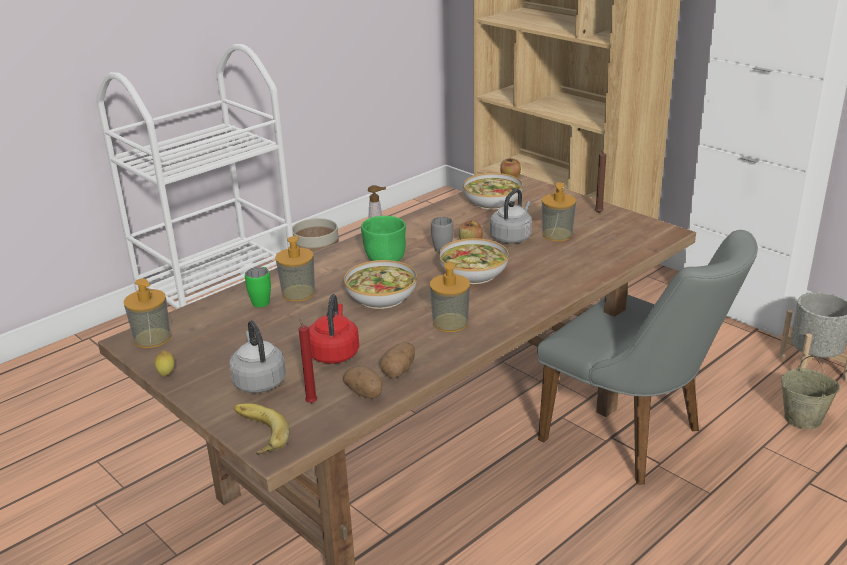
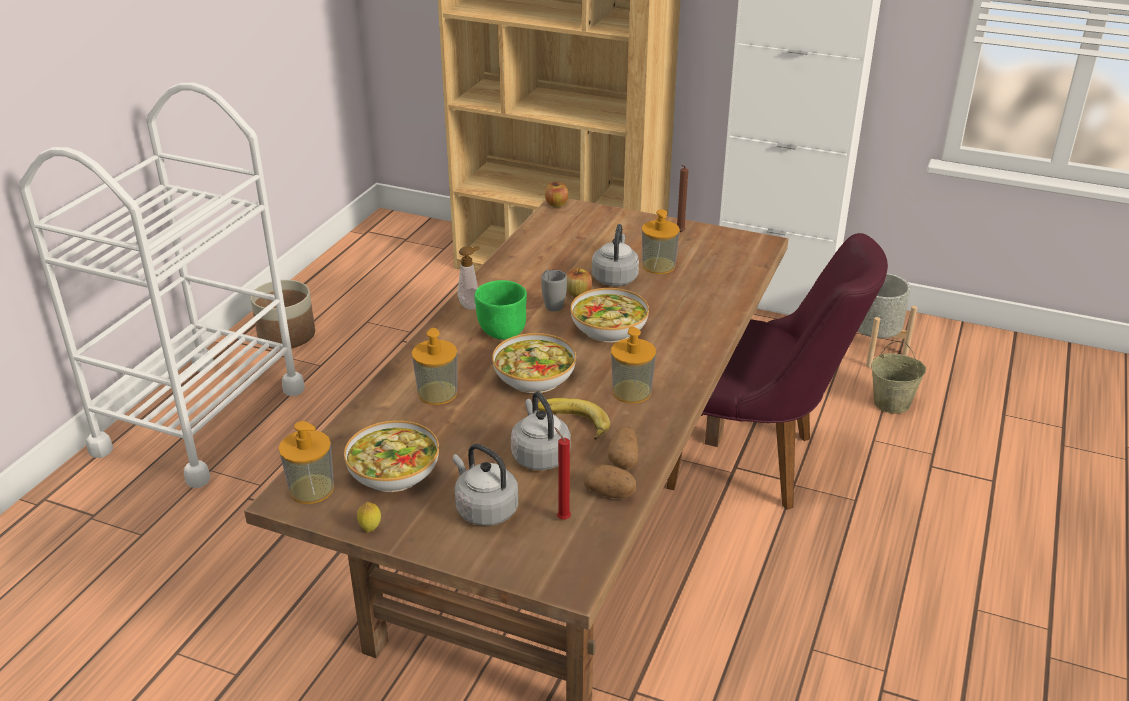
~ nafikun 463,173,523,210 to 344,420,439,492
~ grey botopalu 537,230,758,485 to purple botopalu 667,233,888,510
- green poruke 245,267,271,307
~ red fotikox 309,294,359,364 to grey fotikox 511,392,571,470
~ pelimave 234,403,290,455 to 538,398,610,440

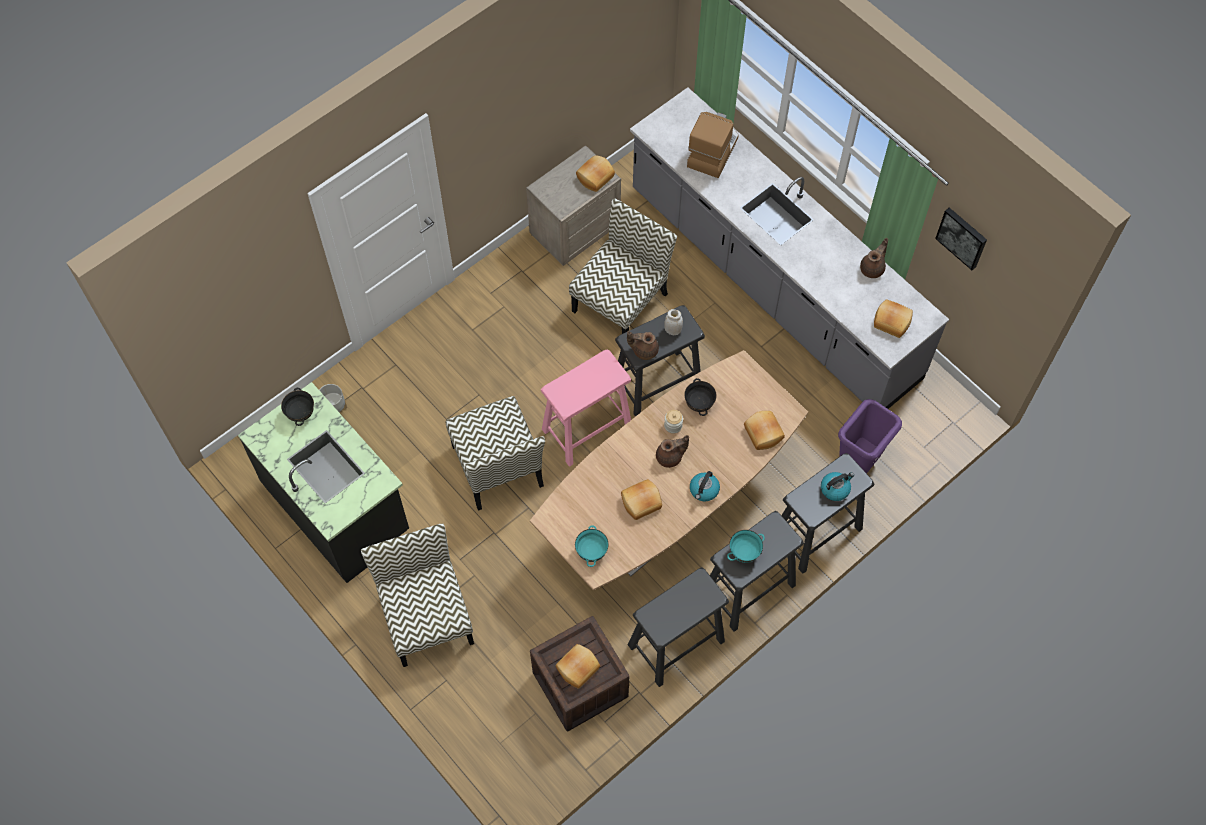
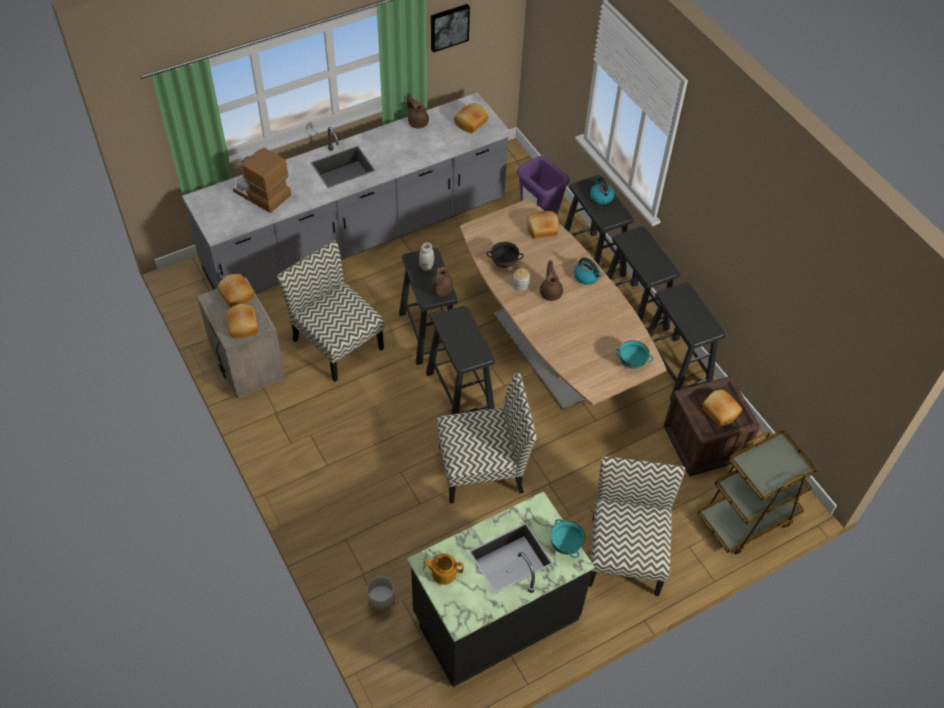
~ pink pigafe 541,349,631,466 to black pigafe 426,306,495,415
~ black nafikun 281,388,314,426 to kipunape 423,553,464,585
~ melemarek 621,479,662,520 to 226,304,258,339
~ botopalu 361,523,474,667 = 588,456,685,596 105 degrees clockwise
~ turquoise nafikun 727,530,765,563 to 550,519,585,558
+ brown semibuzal 697,429,818,555

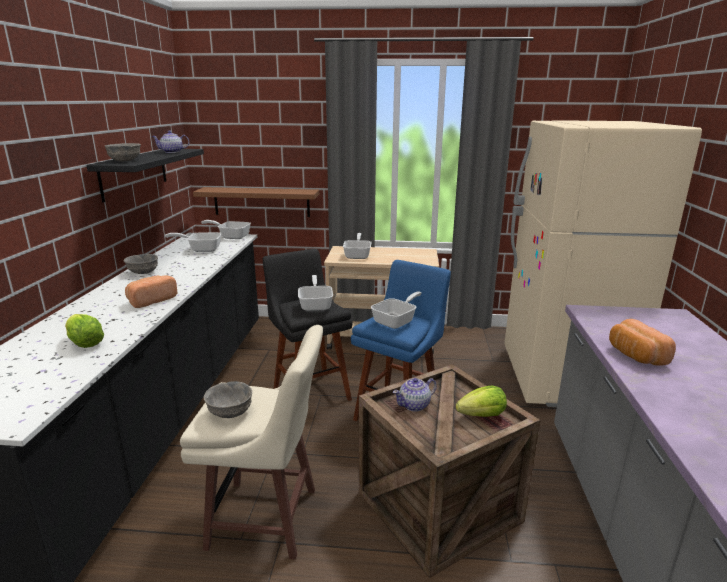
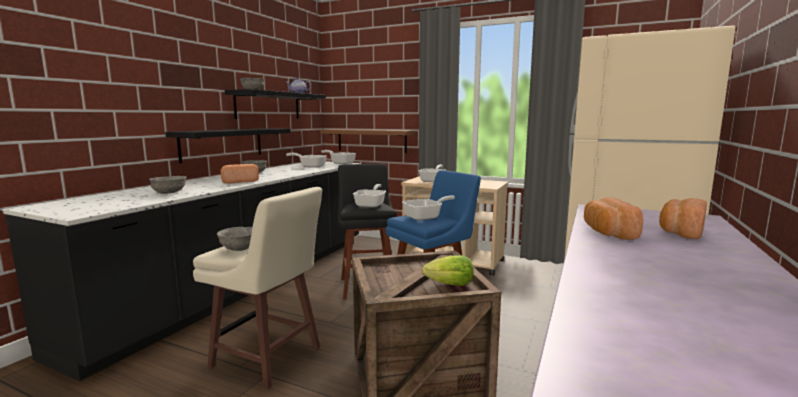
~ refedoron 65,314,104,348 to grey nafikun 149,176,187,194
- kipunape 393,378,437,412
+ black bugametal 165,128,291,163
+ melemarek 659,198,707,239

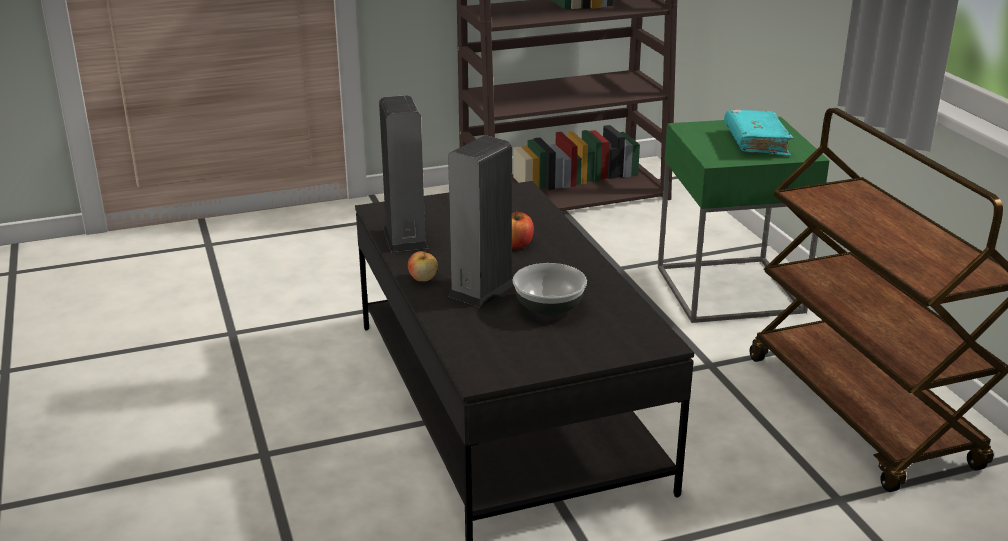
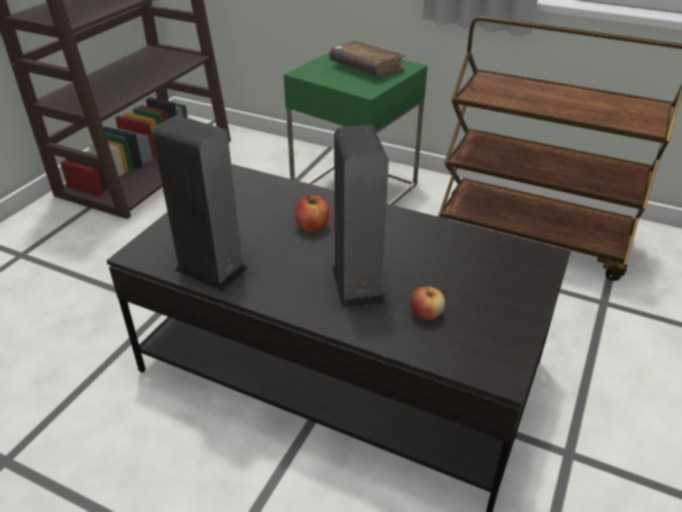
~ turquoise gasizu 724,109,794,156 to brown gasizu 329,41,406,77
~ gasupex 408,250,438,281 to 410,285,445,320
- nafikun 512,263,587,316

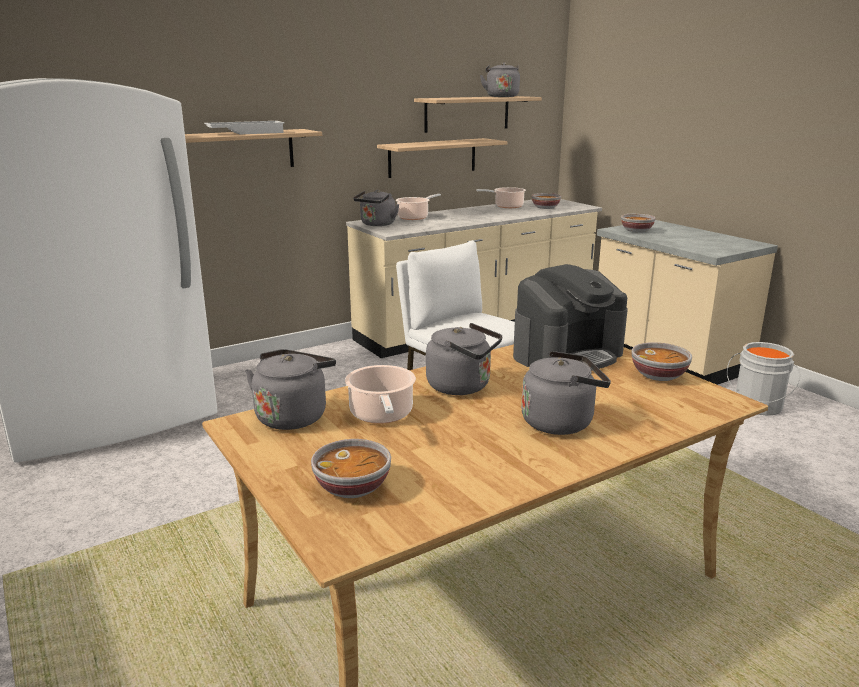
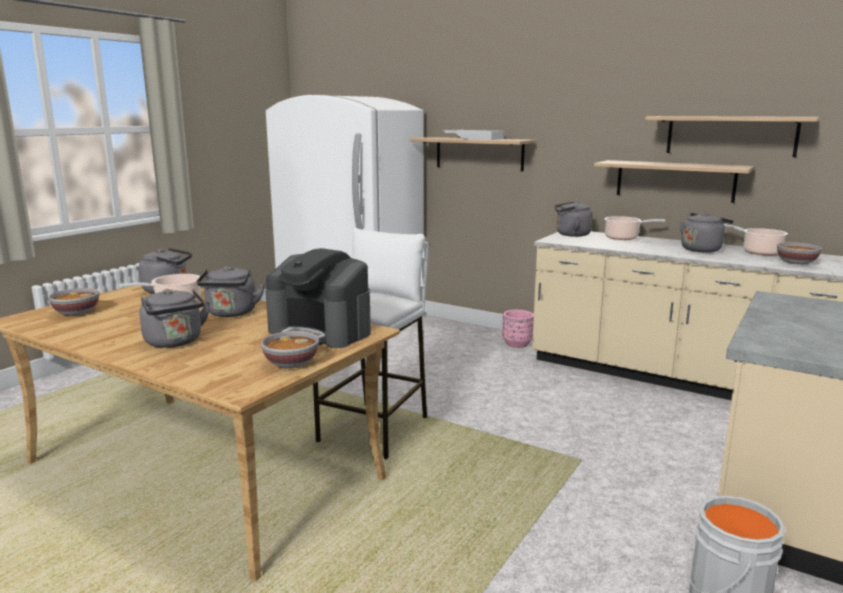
~ grey fotikox 480,63,520,97 to 680,213,733,252
- nafikun 621,214,656,232
+ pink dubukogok 502,310,534,348

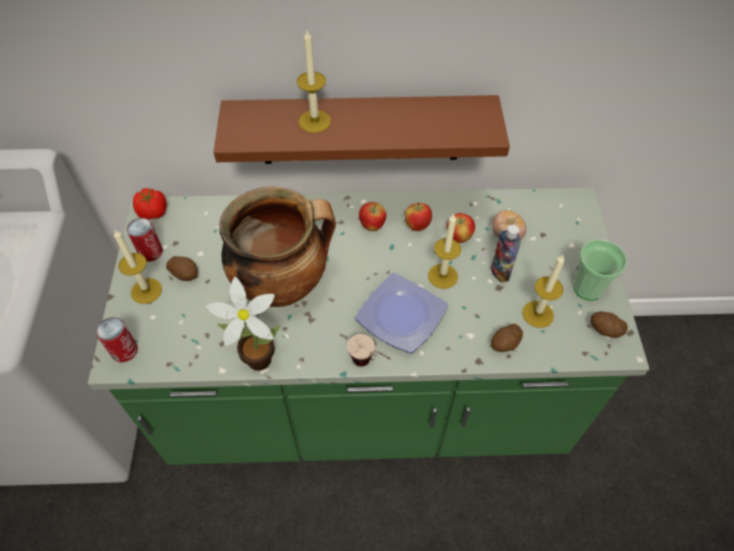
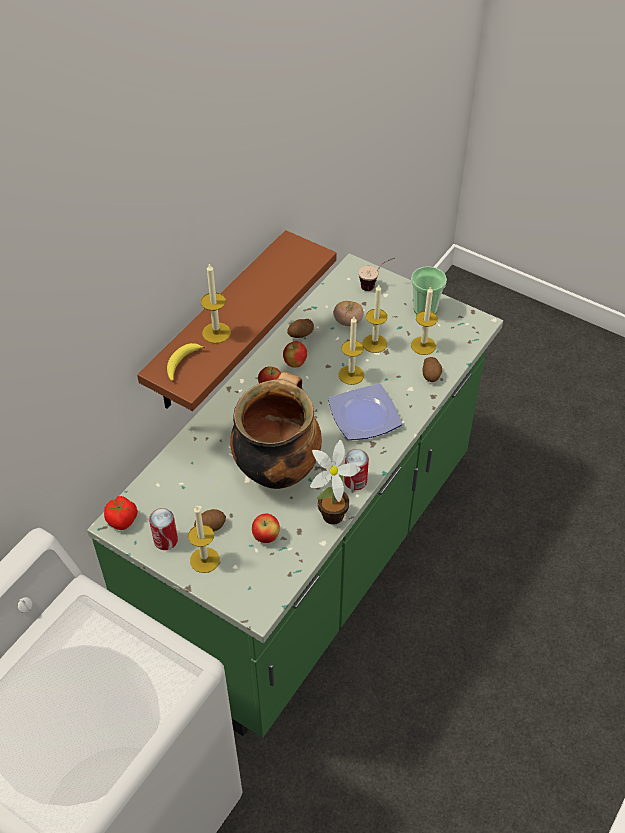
~ gasupex 447,213,475,243 to 252,514,280,543
~ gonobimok 491,224,520,283 to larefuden 362,285,388,353
~ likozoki 590,312,628,338 to 287,319,314,338
~ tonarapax 96,317,138,362 to 344,449,369,490
~ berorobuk 347,334,391,366 to 359,258,394,291
+ pelimave 167,343,206,381

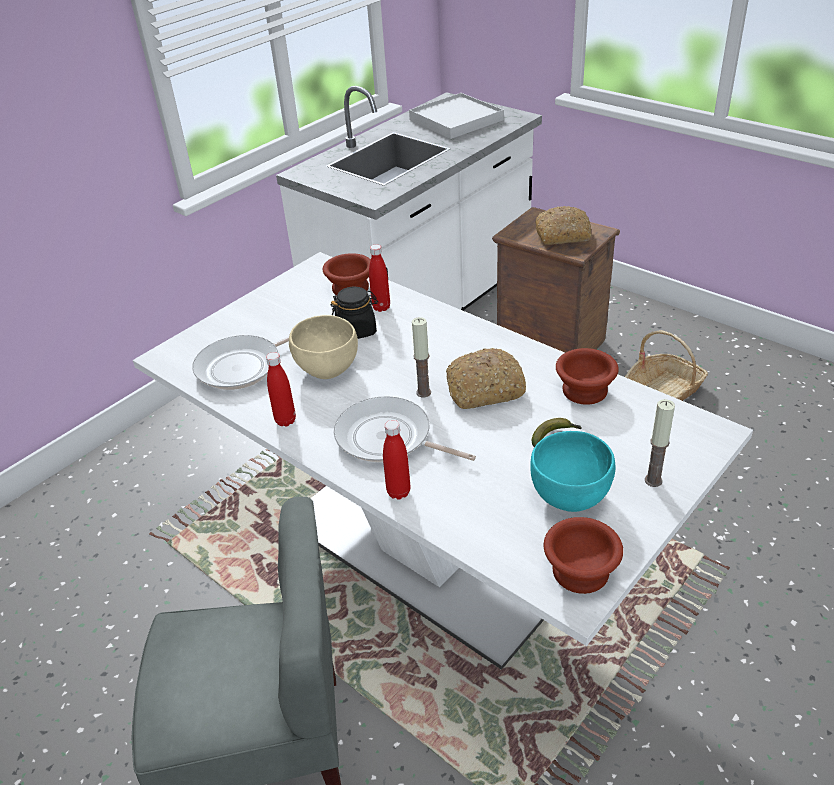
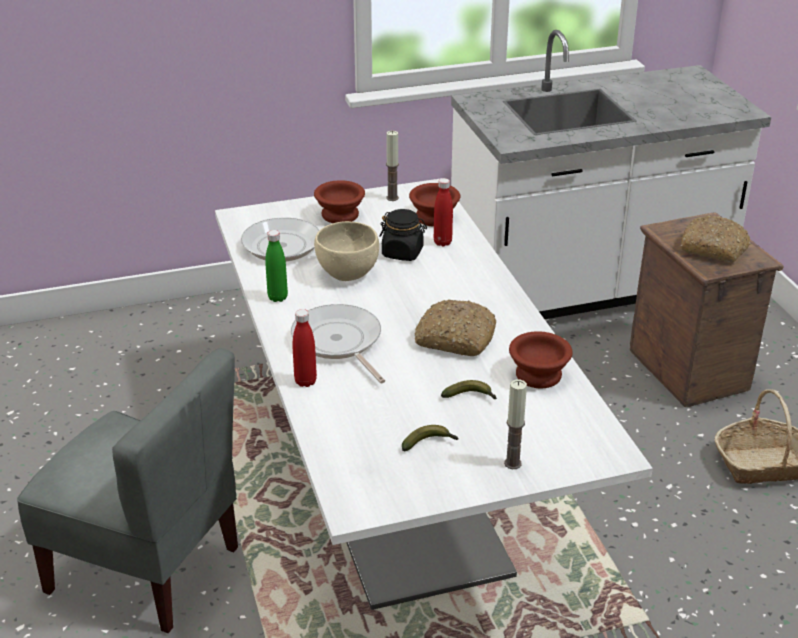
- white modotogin 409,93,504,139
~ larefuden 412,317,431,397 to 386,131,399,201
~ red gonobimok 266,352,296,426 to green gonobimok 265,230,288,302
~ turquoise nafikun 530,431,616,512 to pelimave 402,425,458,451
~ brown nafikun 544,517,623,594 to 314,180,365,223

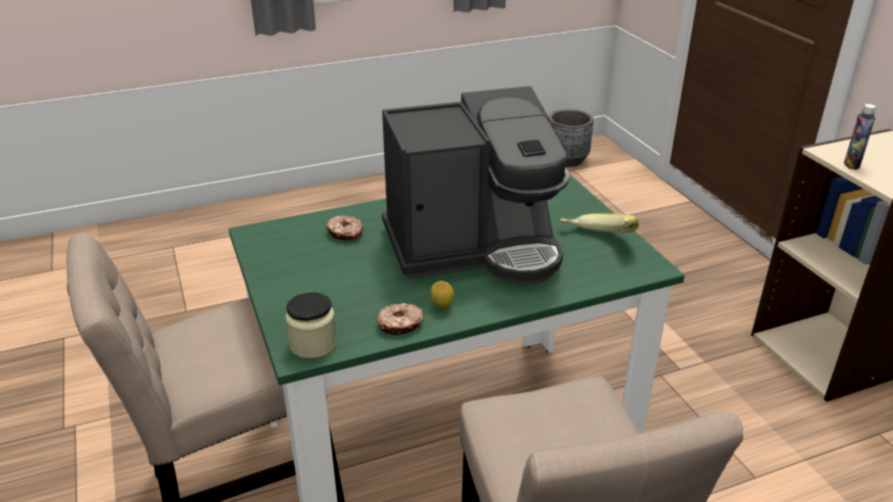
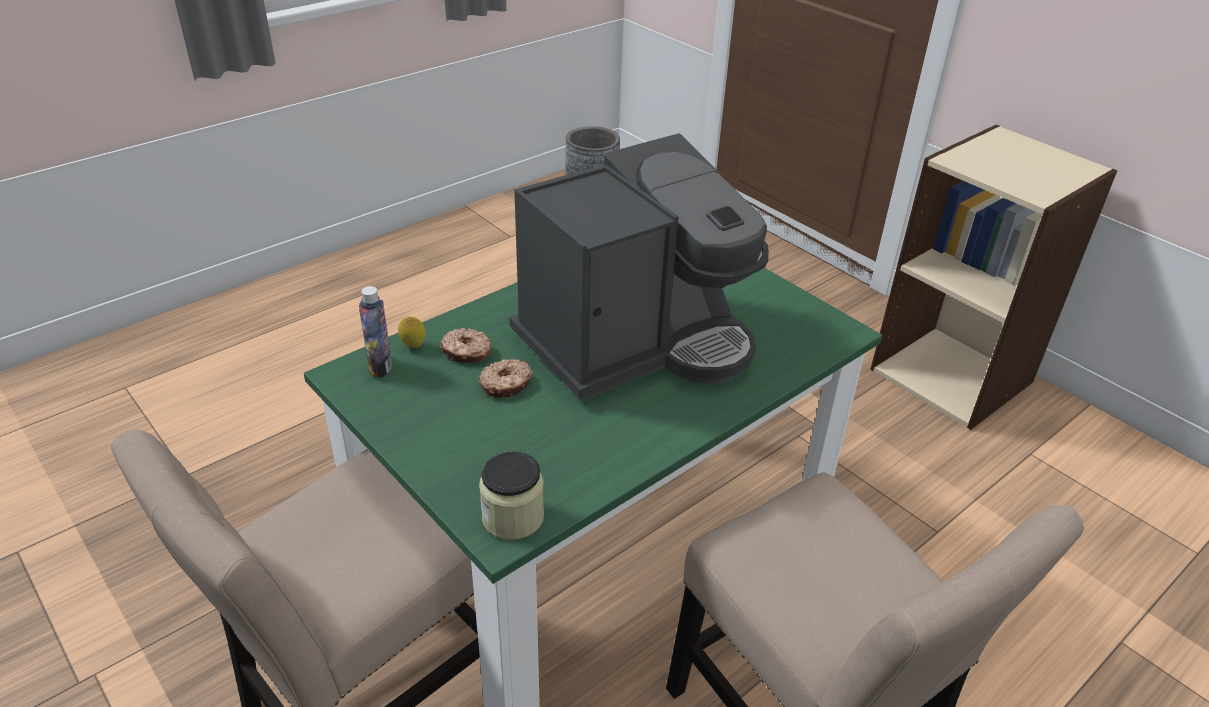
~ gonobimok 844,104,876,170 to 359,286,392,377
- pelimave 560,213,638,233
~ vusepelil 431,281,454,309 to 398,317,425,348
~ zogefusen 377,303,424,335 to 479,359,533,398

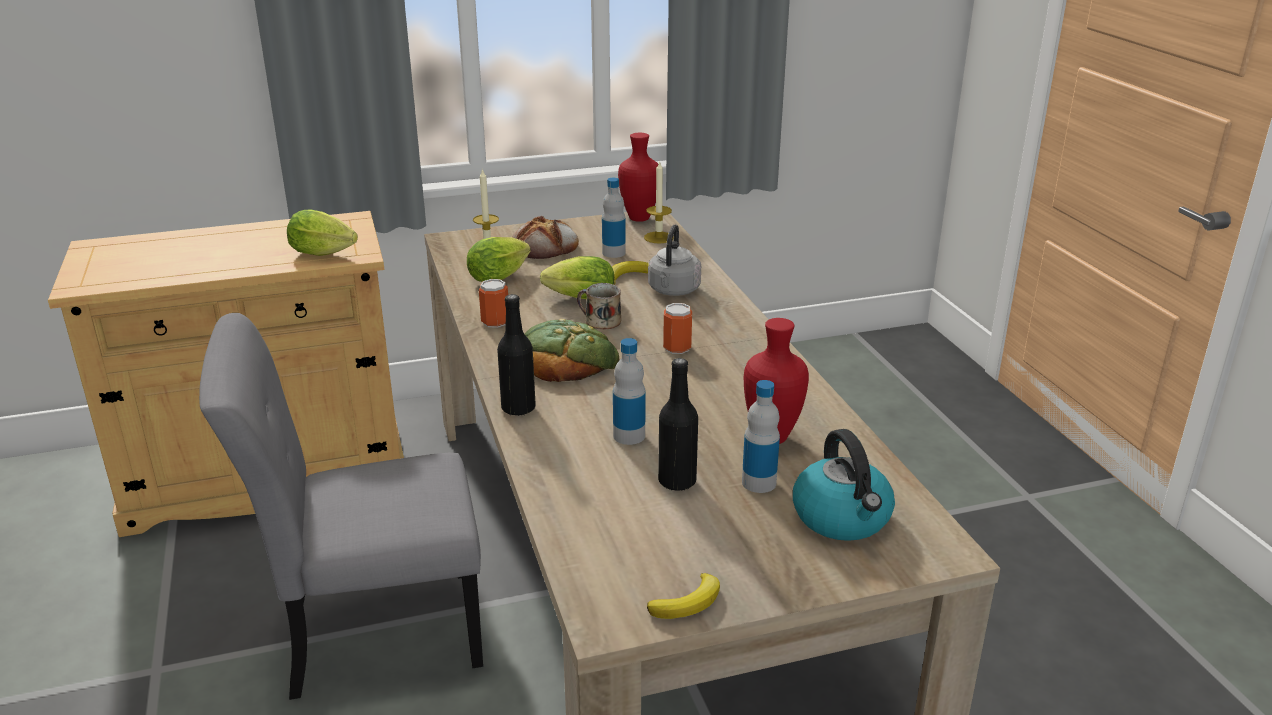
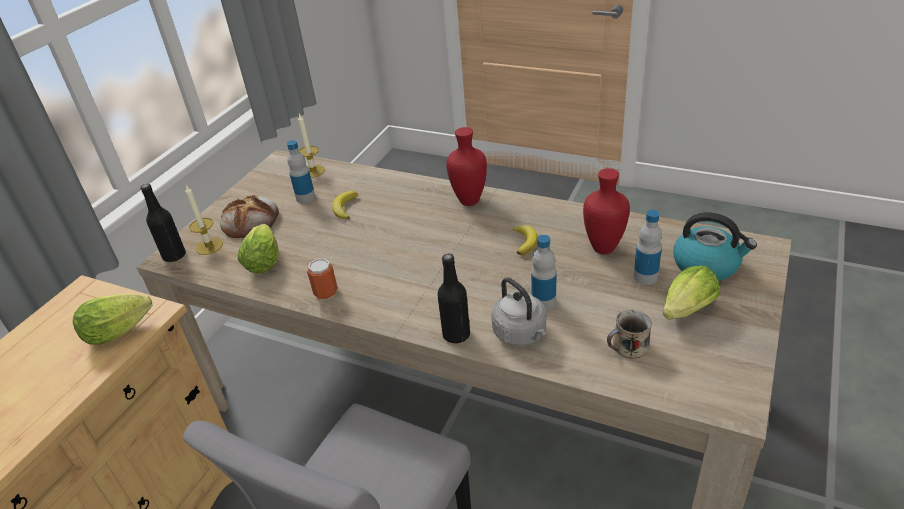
~ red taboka 618,133,658,222 to 446,127,487,206
~ grey fotikox 648,224,701,296 to 491,277,546,346
~ refedoron 540,256,614,299 to 663,266,720,320
~ poruke 577,283,621,329 to 607,310,652,358
- tonarapax 663,303,692,354
- melemarek 524,319,619,382
~ black gonobimok 658,358,698,491 to 140,184,186,262
~ pelimave 647,573,720,619 to 513,225,538,255

